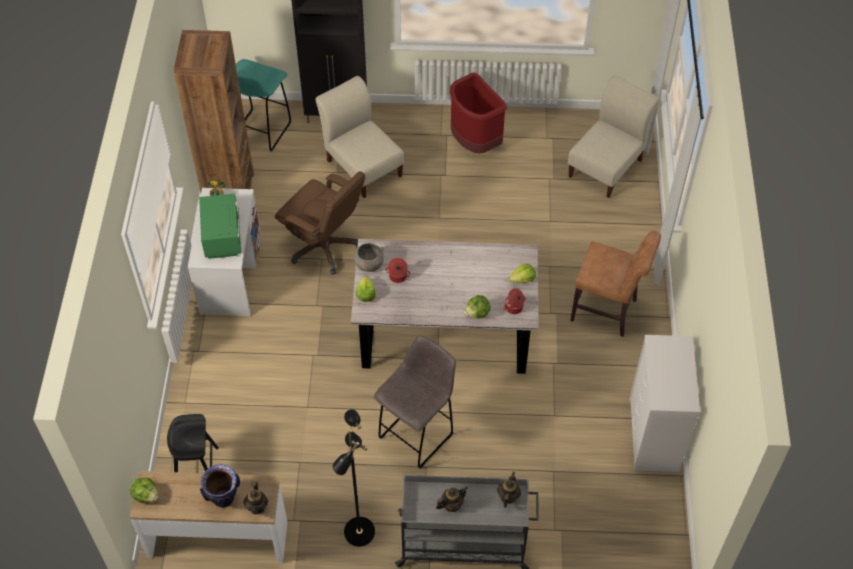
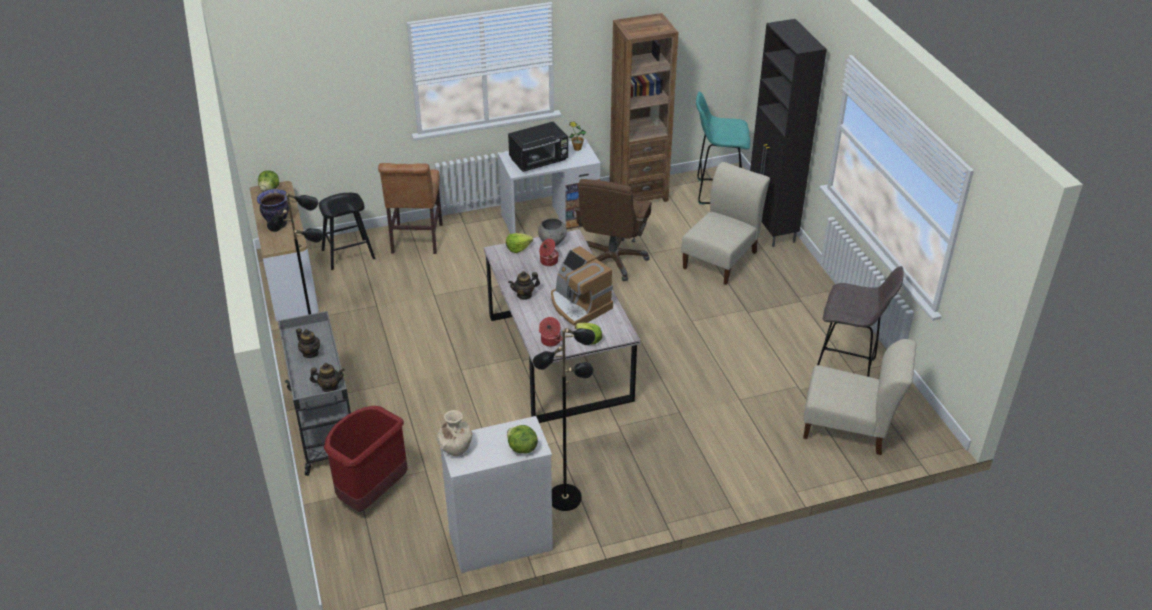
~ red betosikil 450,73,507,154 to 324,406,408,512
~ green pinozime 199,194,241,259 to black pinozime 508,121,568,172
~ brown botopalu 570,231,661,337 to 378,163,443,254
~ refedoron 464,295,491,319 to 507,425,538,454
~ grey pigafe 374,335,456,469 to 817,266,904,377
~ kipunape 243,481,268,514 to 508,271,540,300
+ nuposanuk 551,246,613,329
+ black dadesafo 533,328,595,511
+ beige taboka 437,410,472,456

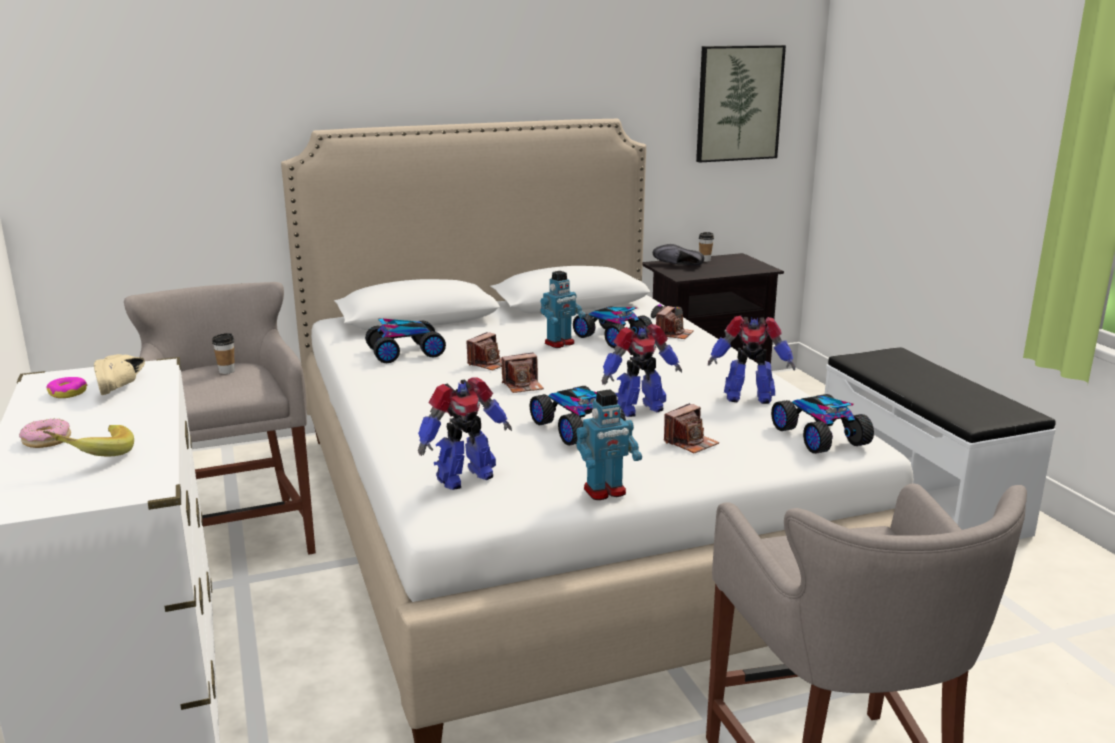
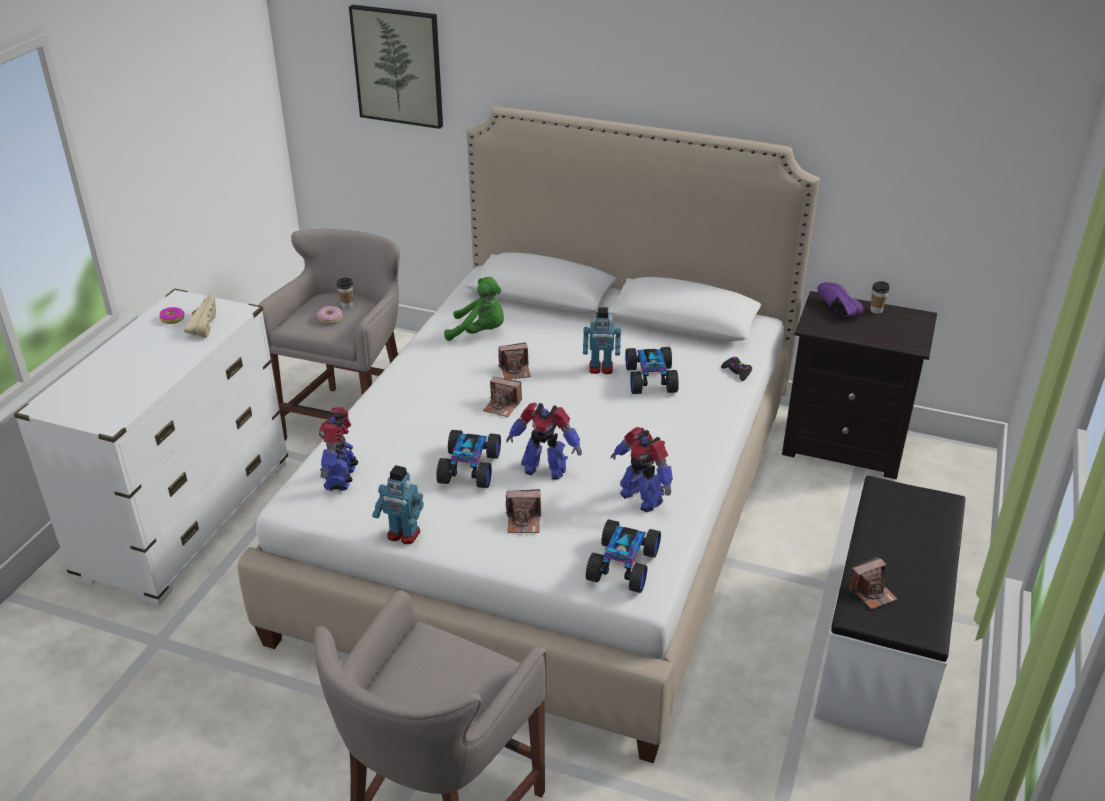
~ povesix 696,45,786,162 to 349,5,443,129
~ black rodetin 653,244,704,266 to purple rodetin 817,282,863,317
~ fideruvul 656,306,694,339 to 848,557,897,609
~ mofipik 365,318,446,363 to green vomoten 444,277,504,341
~ beige rodetin 94,354,145,395 = 184,295,216,338 150 degrees clockwise
~ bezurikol 418,377,512,490 = 319,408,358,491 90 degrees clockwise
~ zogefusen 19,418,71,448 to 317,306,342,324
- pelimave 43,425,134,457

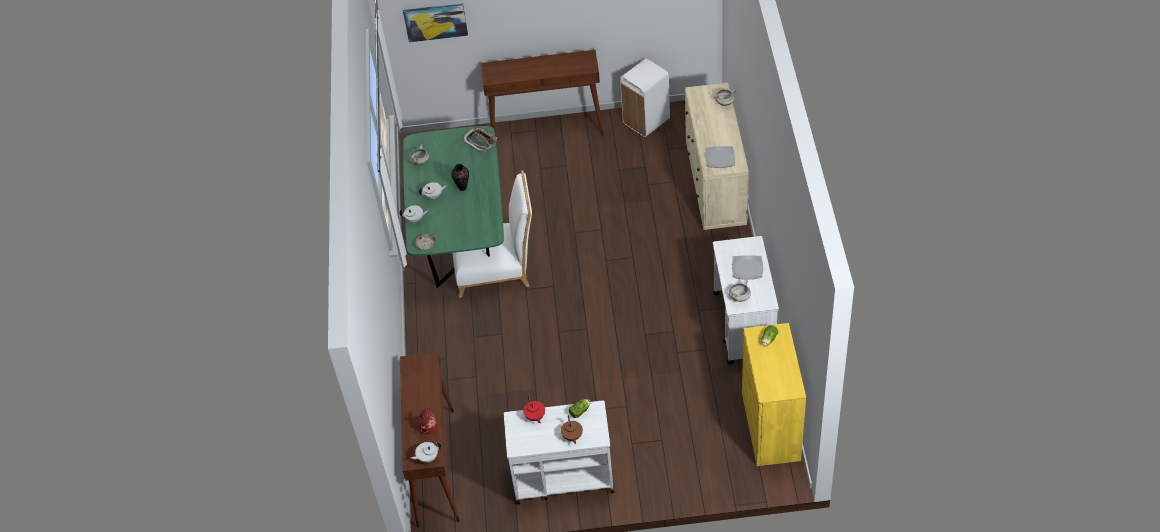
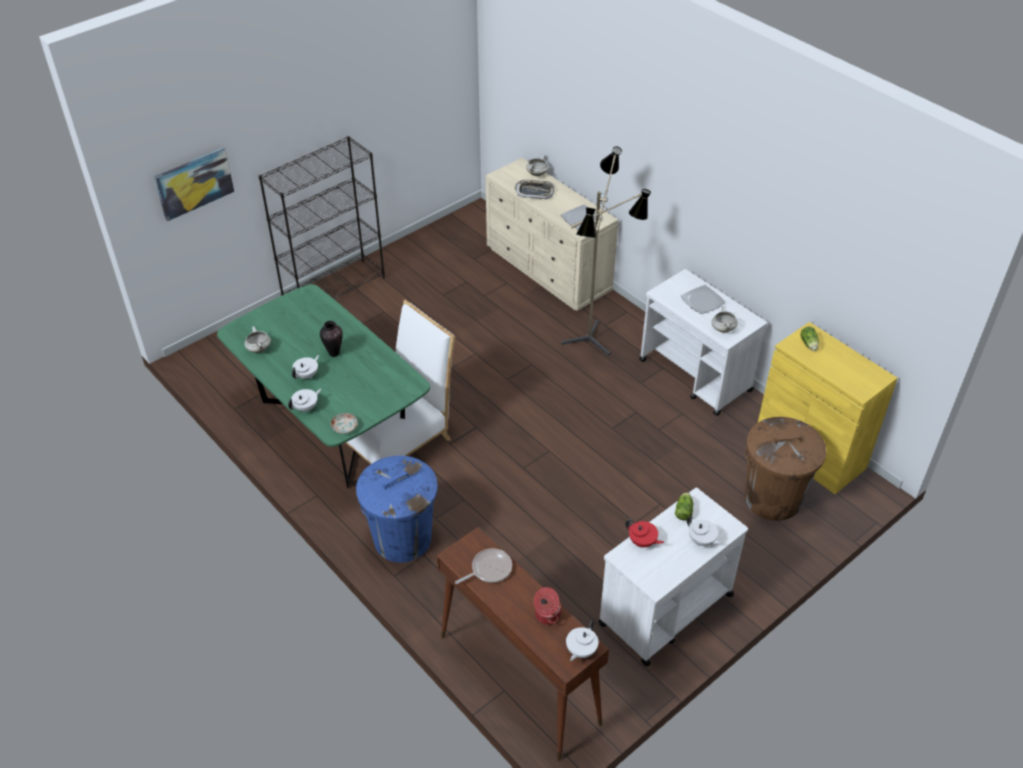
~ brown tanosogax 481,50,604,136 to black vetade 259,136,385,299
- white betosikil 620,58,670,137
~ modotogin 462,127,497,152 to 515,180,555,199
~ brown kipunape 561,415,583,444 to white kipunape 687,516,723,546
+ dadesafo 561,146,651,356
+ brown betosikil 745,417,827,521
+ blue betosikil 356,456,438,563
+ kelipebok 455,548,512,584

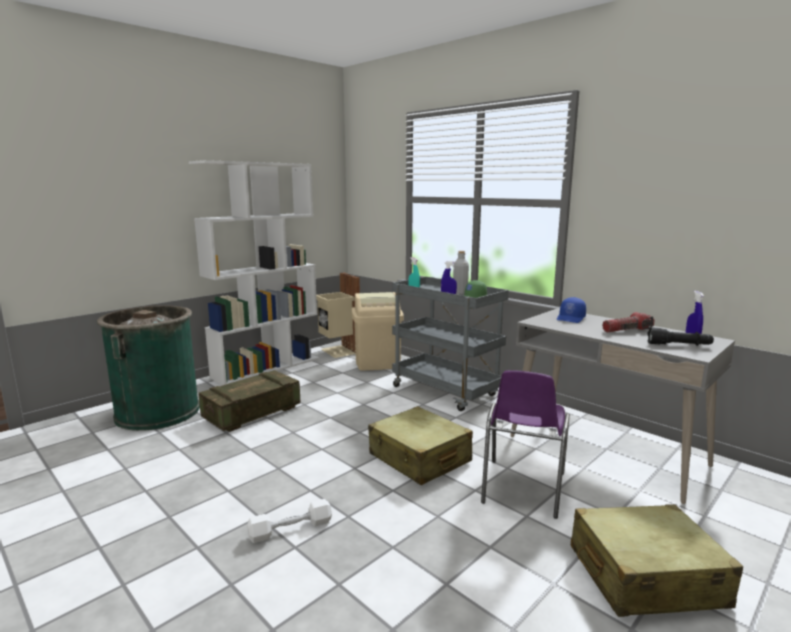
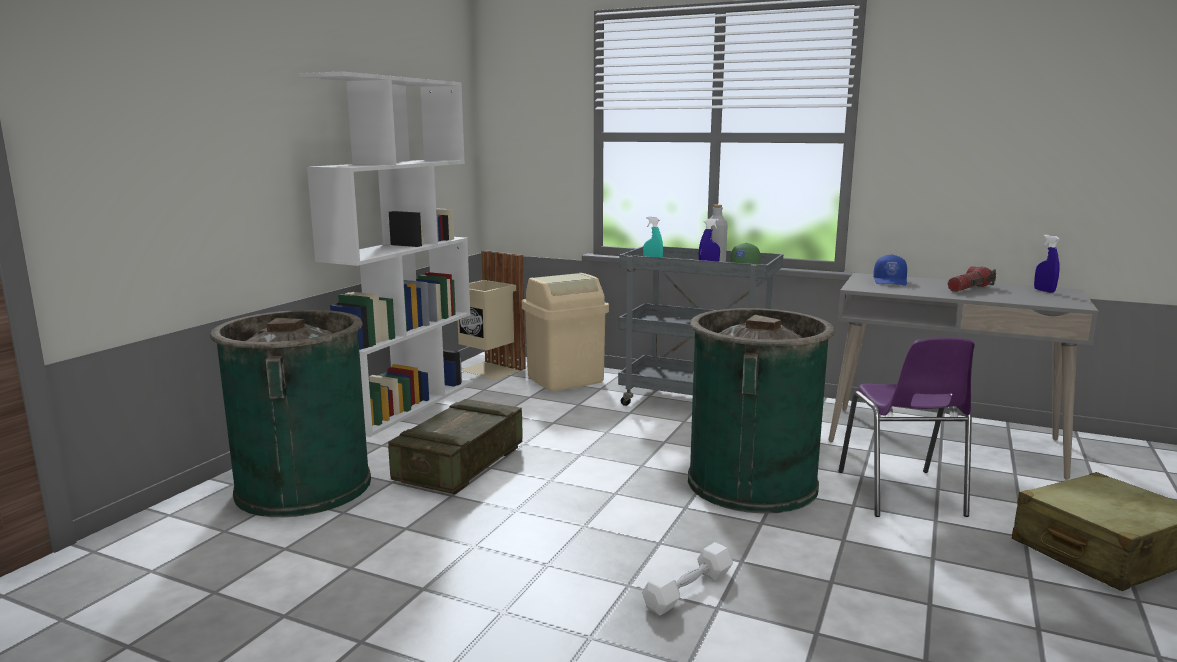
- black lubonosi 647,327,714,346
~ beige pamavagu 368,406,473,485 to green betosikil 688,308,835,514

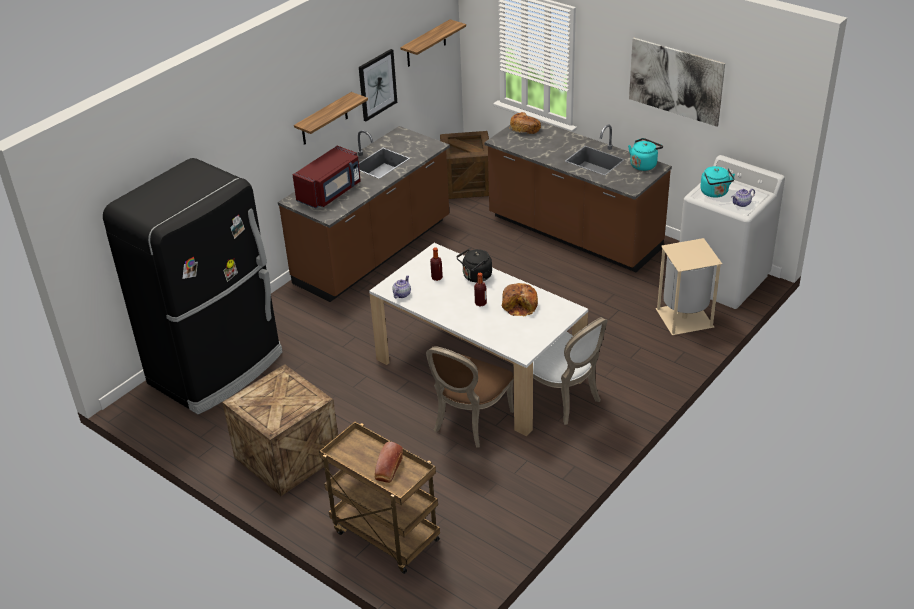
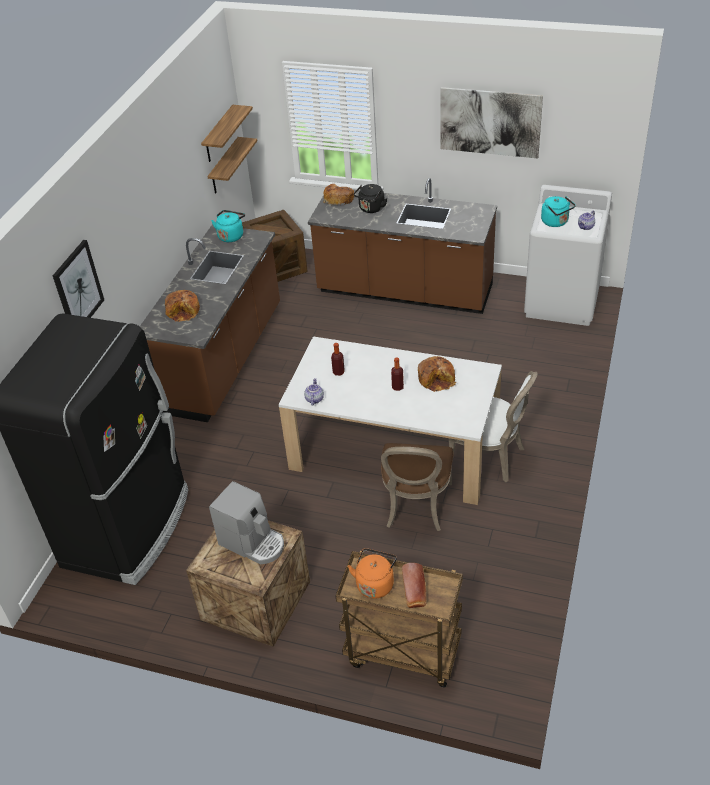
~ povesix 359,49,397,121 to 53,240,104,318
~ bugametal 294,92,368,145 to 207,137,257,194
~ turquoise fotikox 628,138,663,171 to 211,210,245,242
~ red pinozime 293,146,361,209 to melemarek 165,290,200,322
- beige betosikil 655,238,722,335
~ black fotikox 457,248,492,282 to 353,184,387,213
+ nuposanuk 209,481,284,565
+ orange fotikox 348,548,397,599

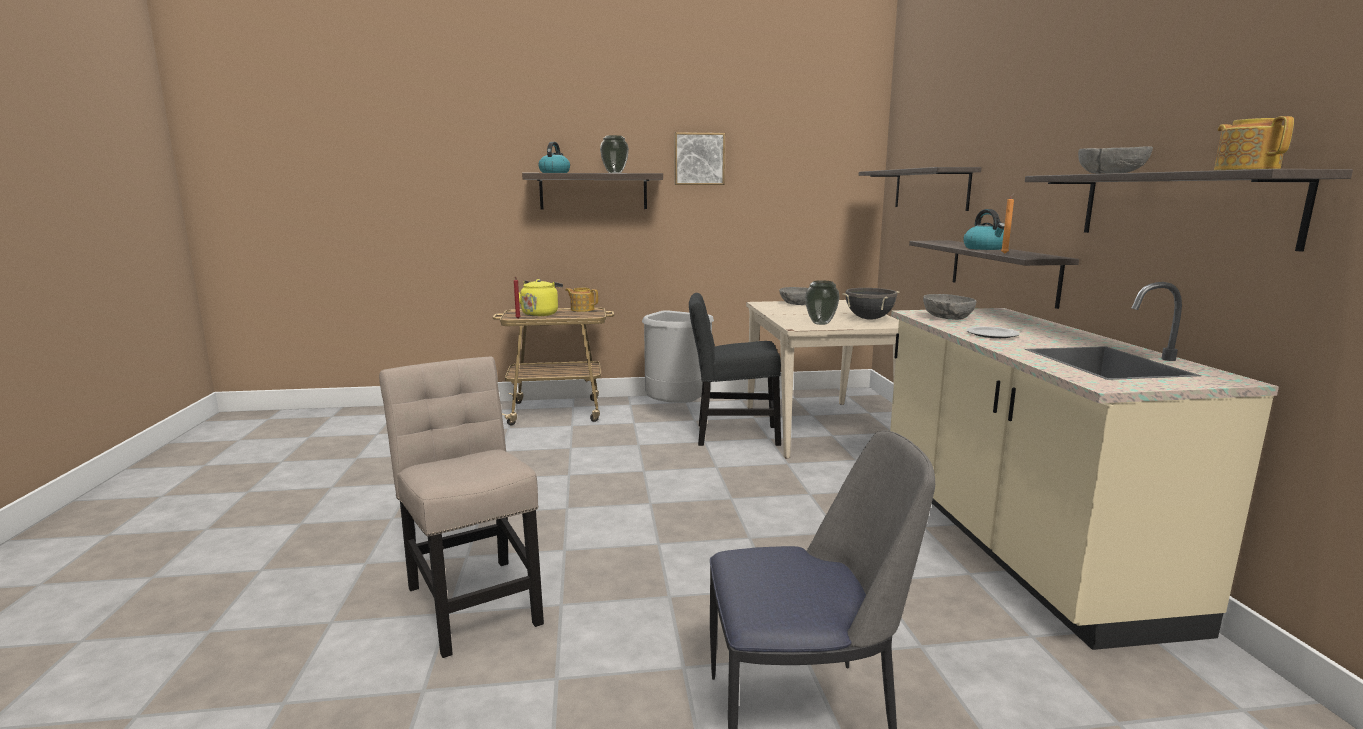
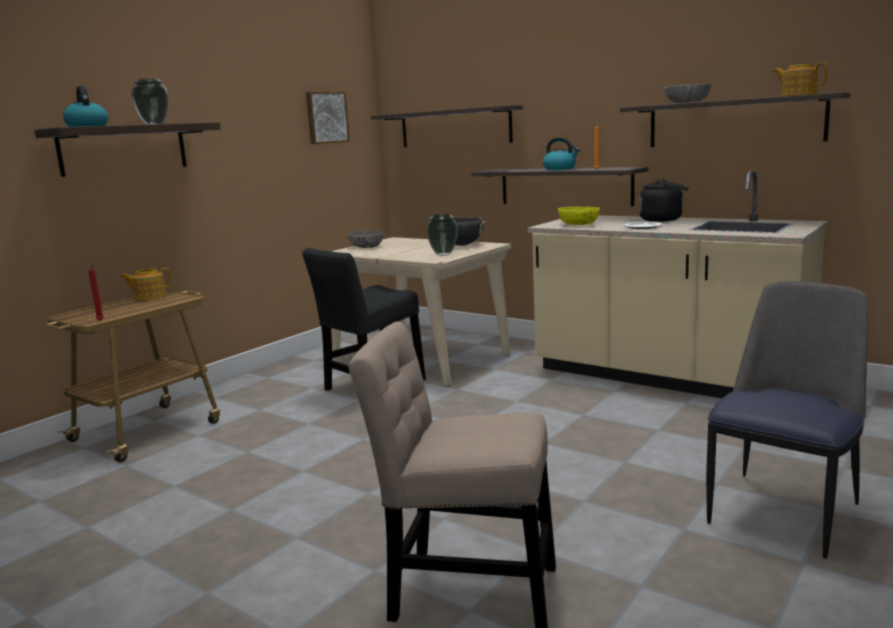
~ povesix 674,132,725,185 to 306,92,350,144
- yellow fotikox 519,279,563,316
~ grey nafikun 923,294,976,320 to yellow nafikun 558,207,600,225
- grey betosikil 642,310,714,403
+ black fotikox 639,179,689,222

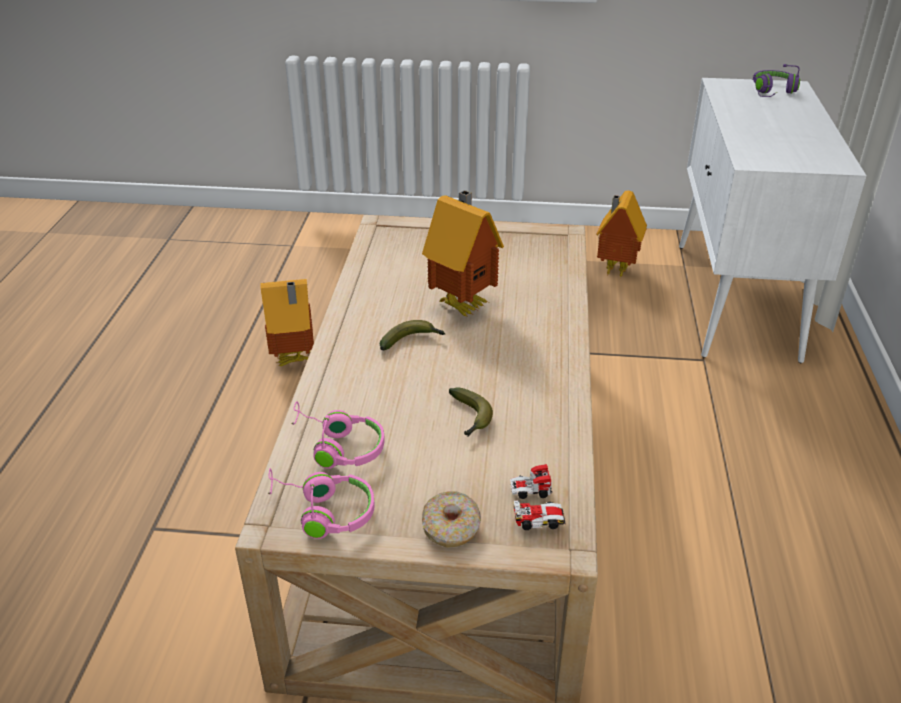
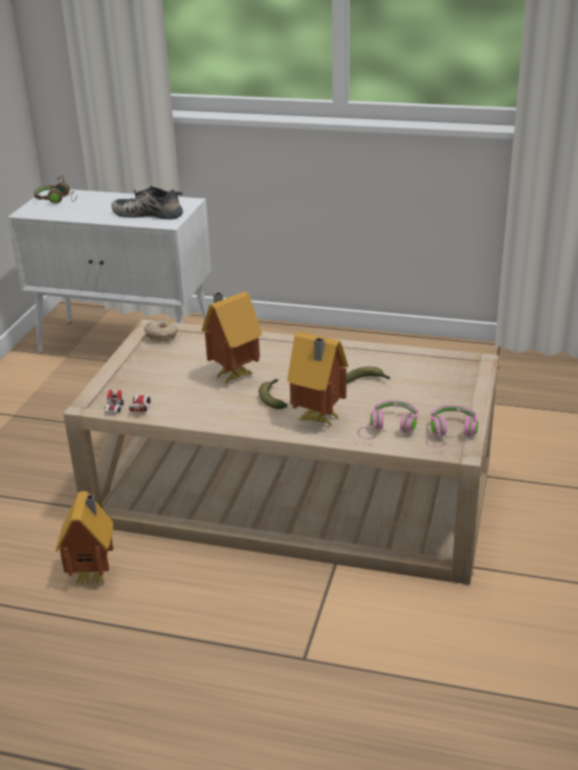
~ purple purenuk 753,64,800,97 to brown purenuk 34,176,77,204
~ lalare 596,190,647,278 to 287,332,348,427
~ mofipik 510,464,566,530 to 105,390,151,413
~ zogefusen 422,491,481,548 to 144,320,178,341
+ rodetin 112,186,183,220

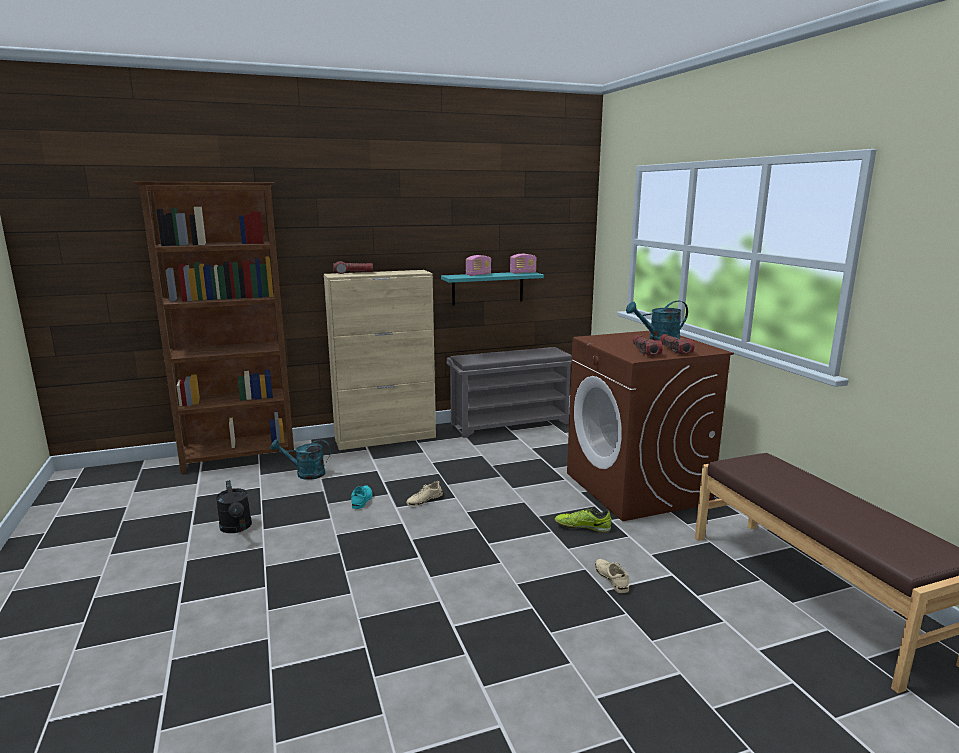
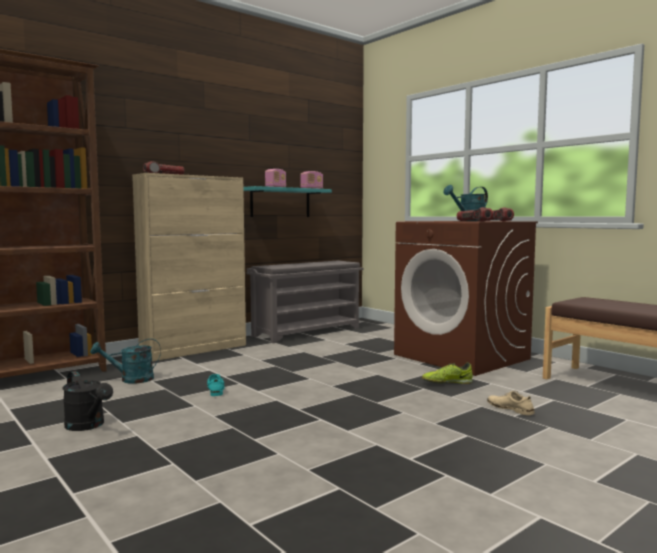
- beige rodetin 406,481,443,506

